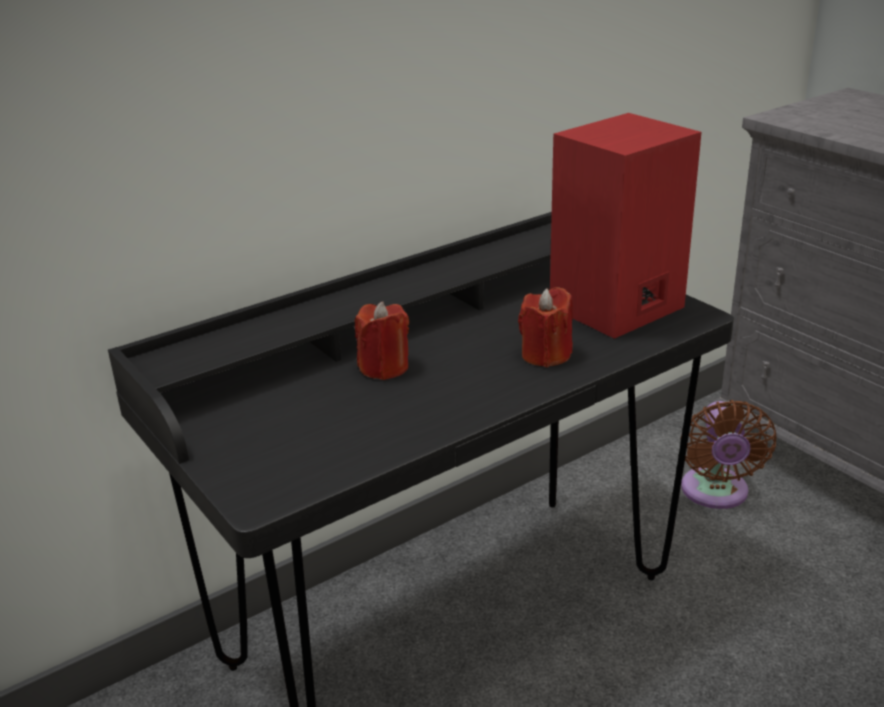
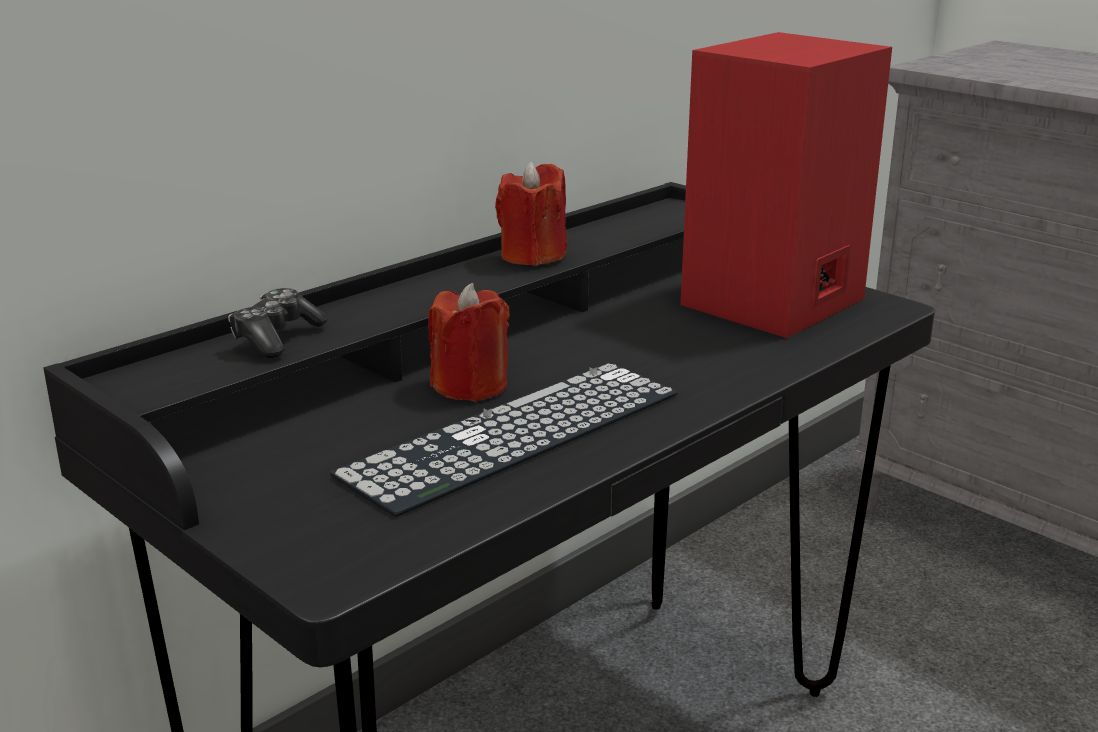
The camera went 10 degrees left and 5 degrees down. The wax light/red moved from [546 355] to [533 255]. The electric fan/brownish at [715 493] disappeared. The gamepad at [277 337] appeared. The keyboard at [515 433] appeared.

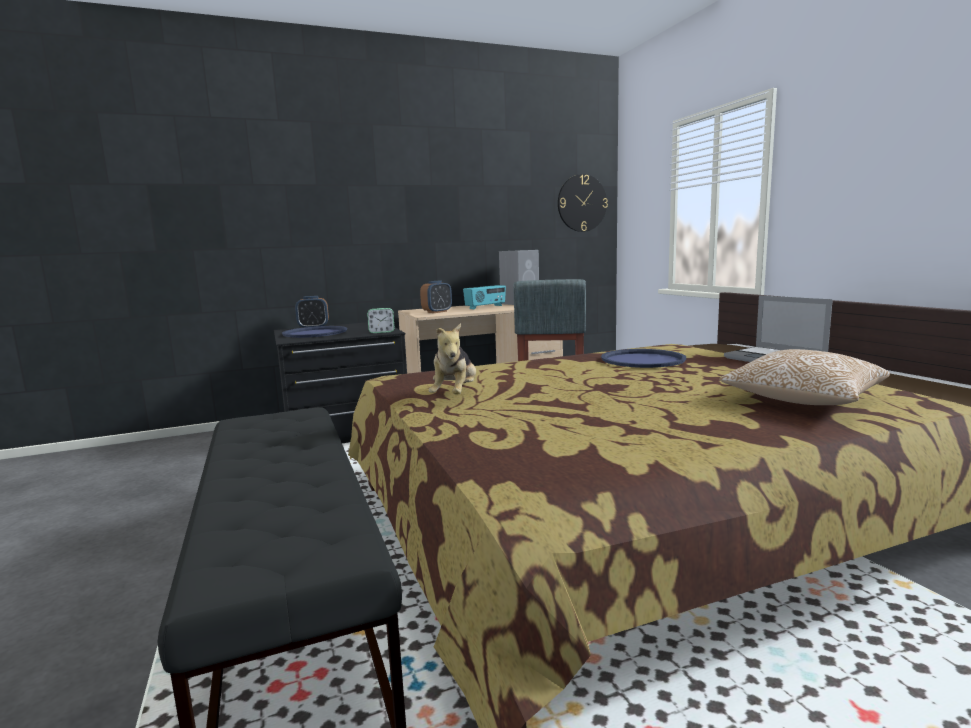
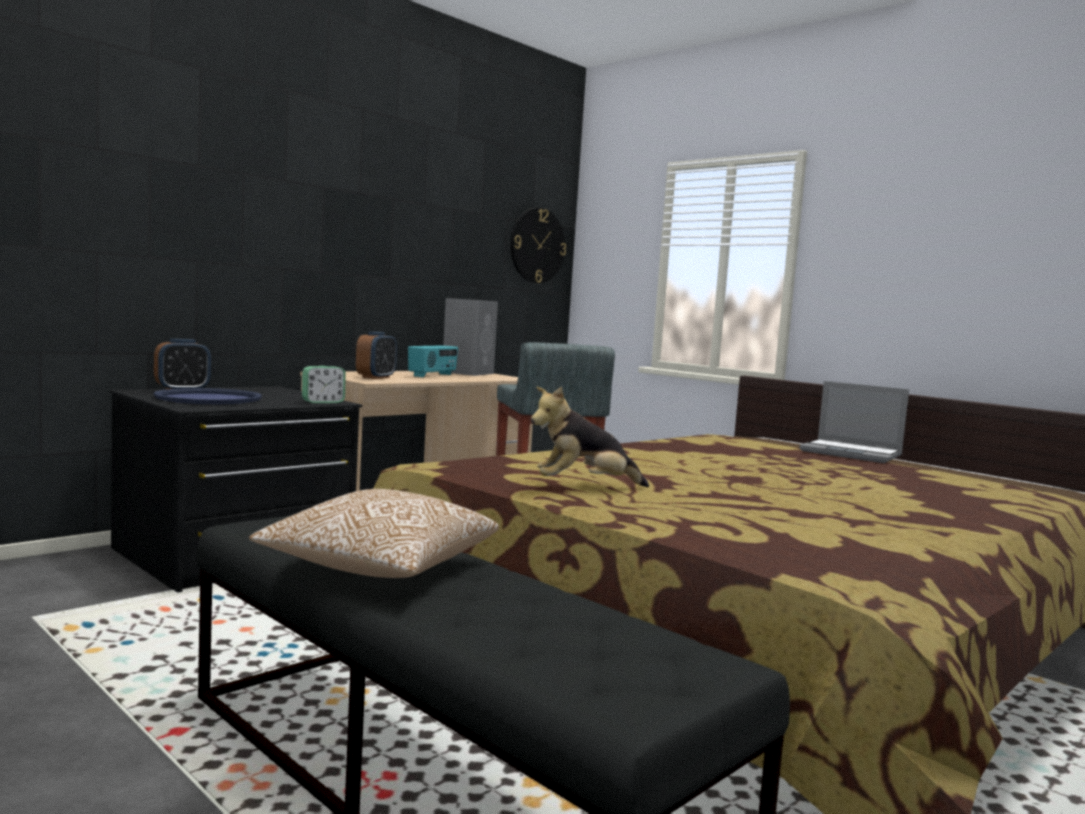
The camera went 25 degrees left and 5 degrees down. The plush toy at [455 395] turned 90 degrees clockwise. The carrying tray/blue-coloured at [642 360] disappeared. The pillow moved from [802 401] to [379 568].

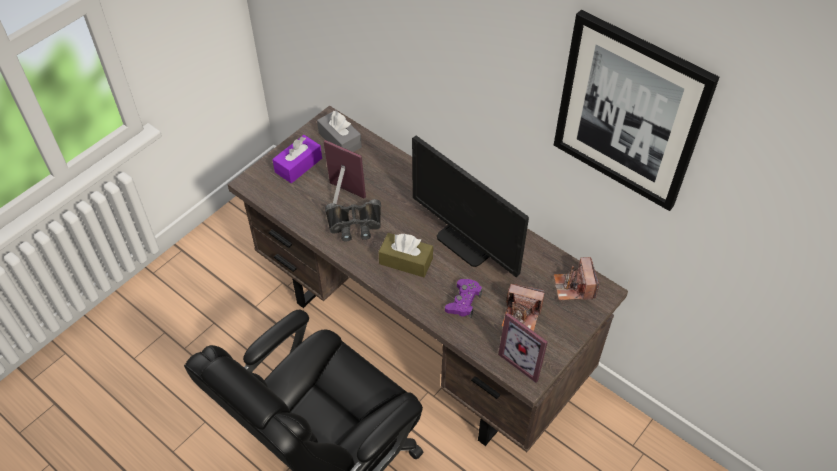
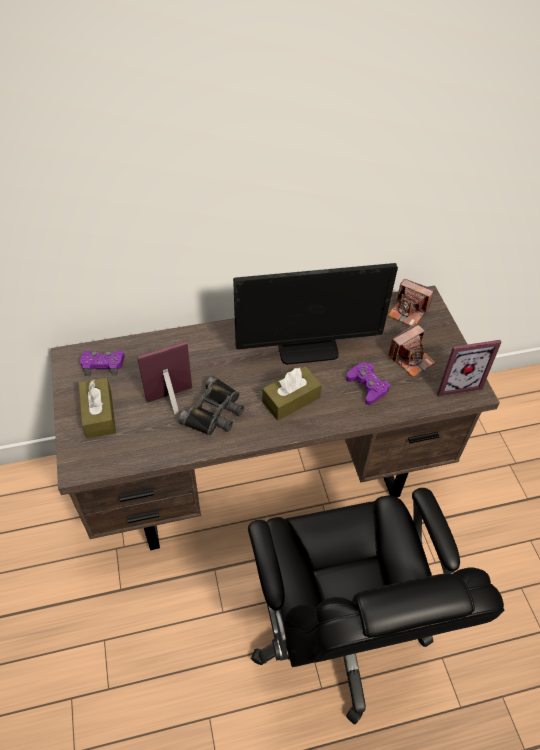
The camera went 55 degrees left and 0 degrees up. The box of tissues/purplish at [298 165] became the box of tissues/brownish at [99 414]. The box of tissues/gray at [340 140] was replaced by the gamepad/purplish at [103 365]. The wall art at [629 112] disappeared.

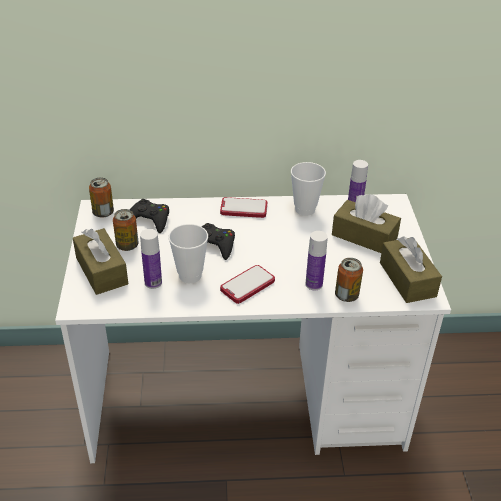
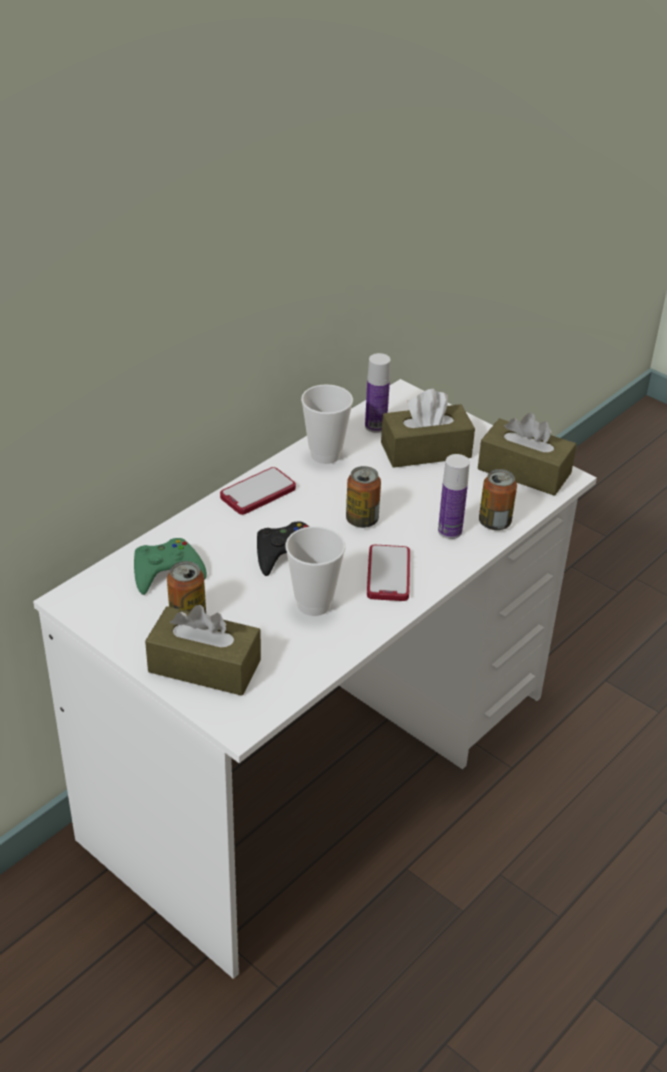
The camera went 45 degrees left and 0 degrees up. The can moved from [103 213] to [362 520]. The gamepad/black-coloured at [149 220] became the gamepad/greenish at [166 571]. The beverage bottle at [153 283] disappeared.

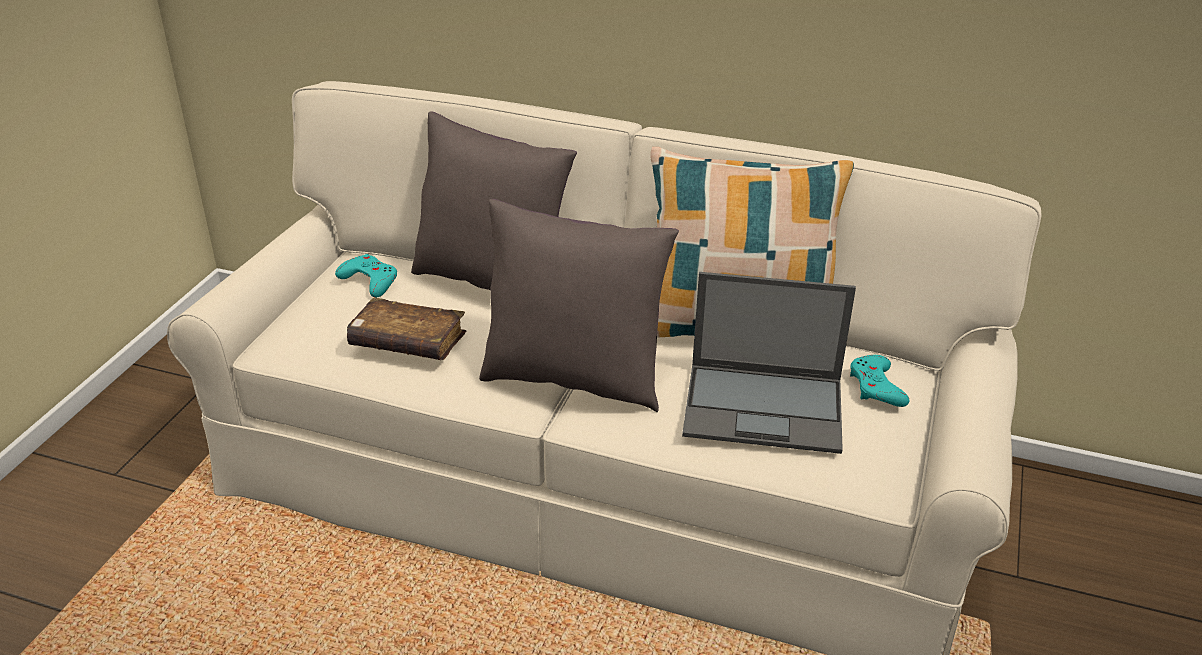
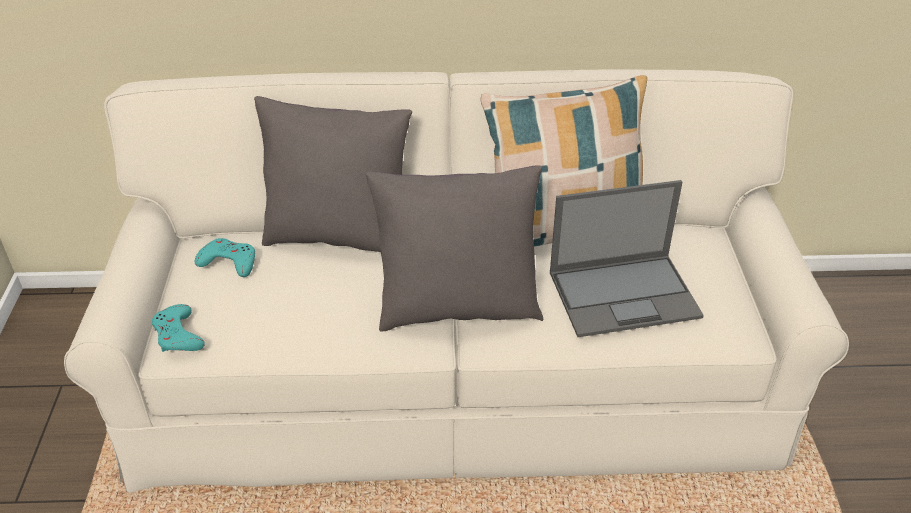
The camera went 20 degrees left and 5 degrees up. The bound book/brownish at [407 342] disappeared. The gamepad/turquoise moved from [876 387] to [178 335].

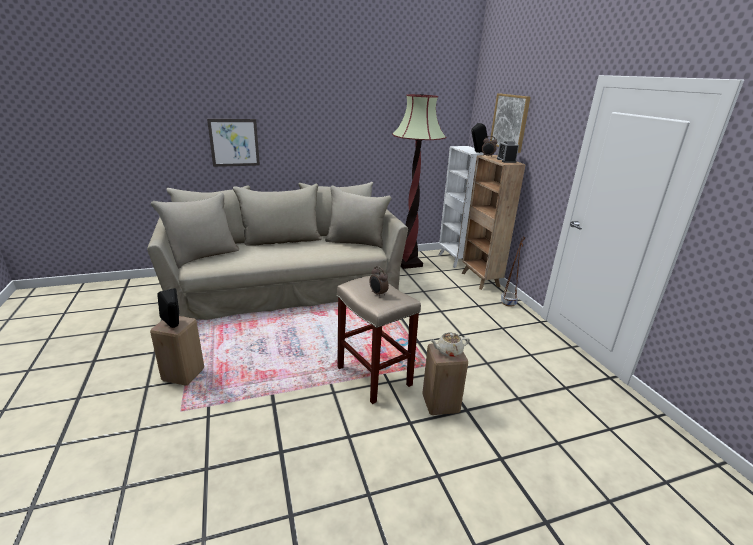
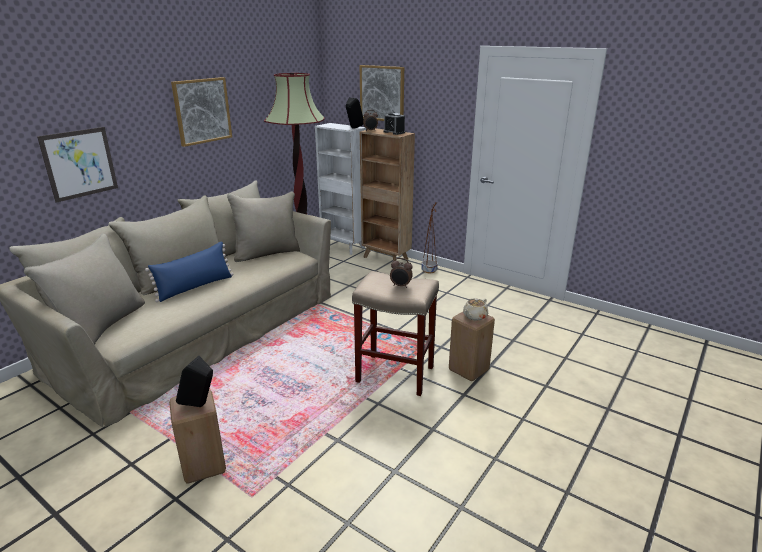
The camera went 35 degrees left and 0 degrees up. The pillow/blue-coloured at [195 287] appeared. The wall art at [202 111] appeared.

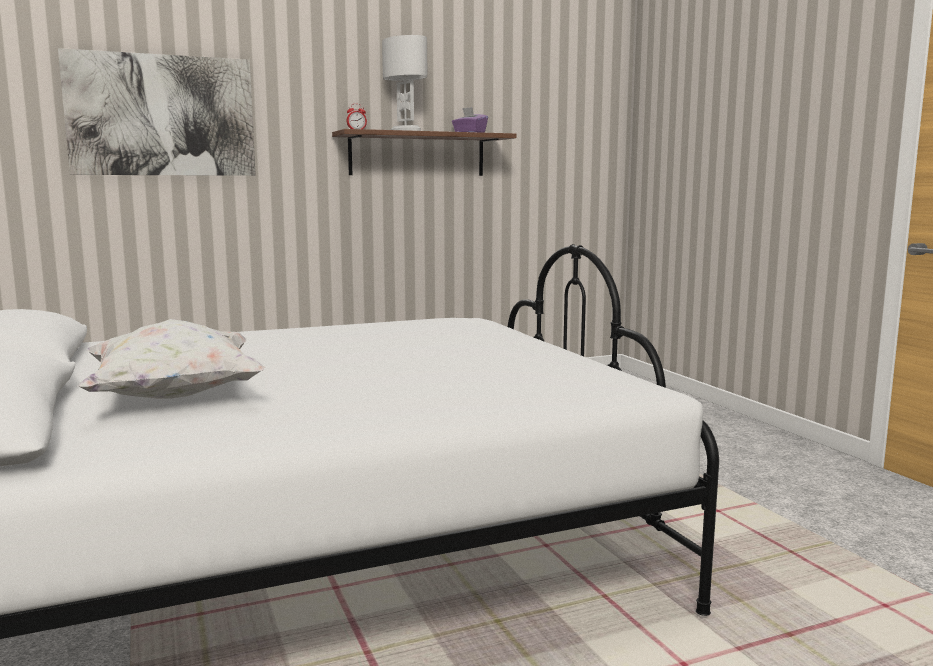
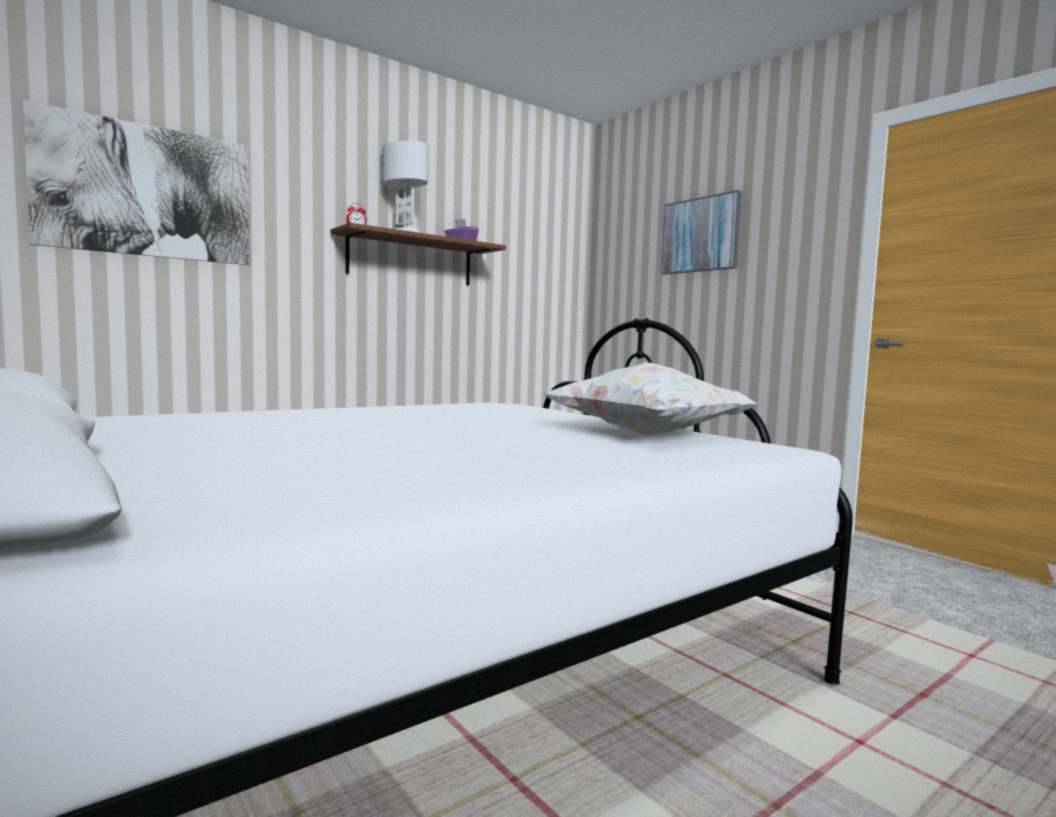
The camera went 15 degrees left and 5 degrees down. The pillow/white-coloured moved from [175 397] to [648 435]. The wall art at [701 235] appeared.

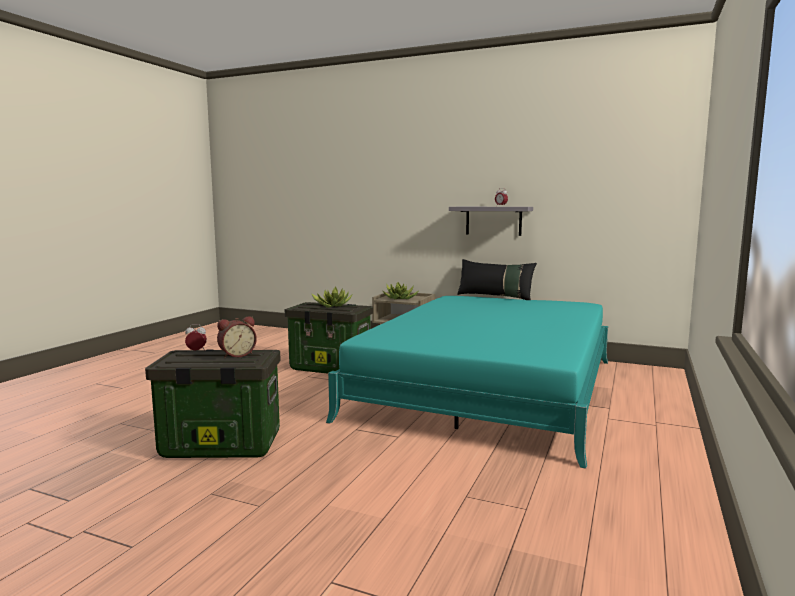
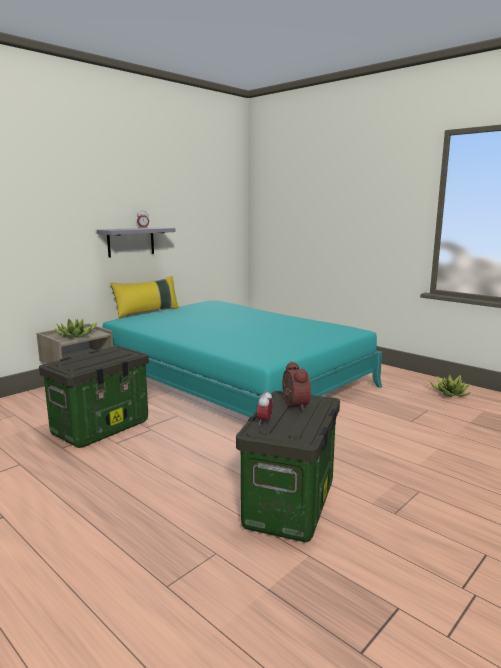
The camera went 70 degrees left and 5 degrees up. The plant in a pot moved from [332 305] to [450 393]. The pillow/black-coloured at [495 297] became the pillow/yellow at [147 312].

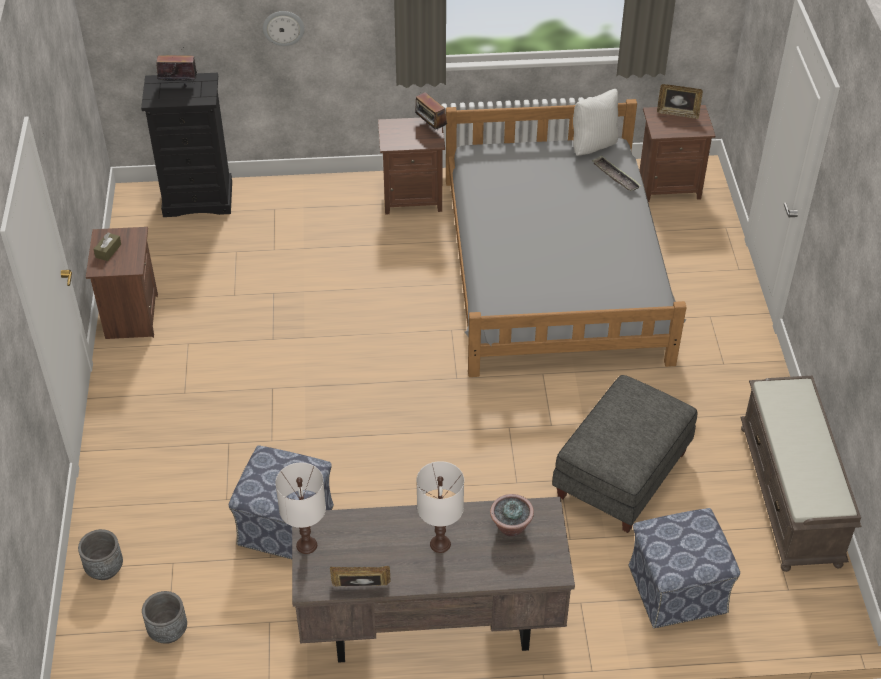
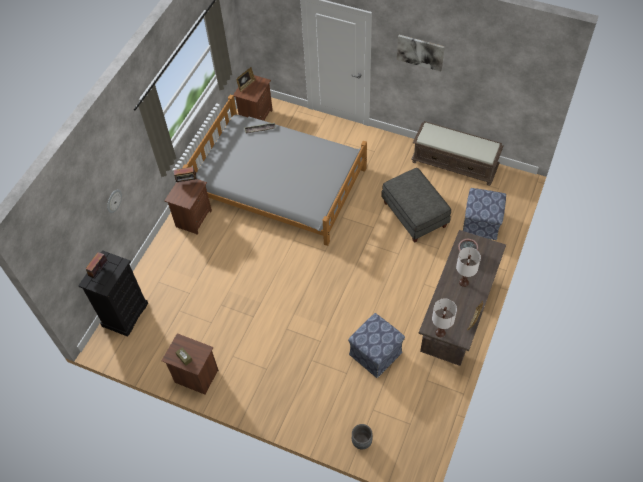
The camera went 60 degrees left and 10 degrees up. The planter/gray at [168 631] disappeared. The pillow/white-coloured at [593 146] disappeared. The wall art at [420 52] appeared.

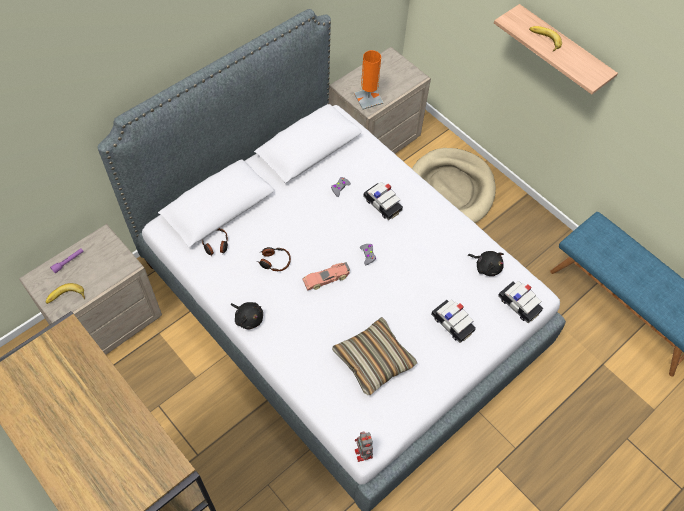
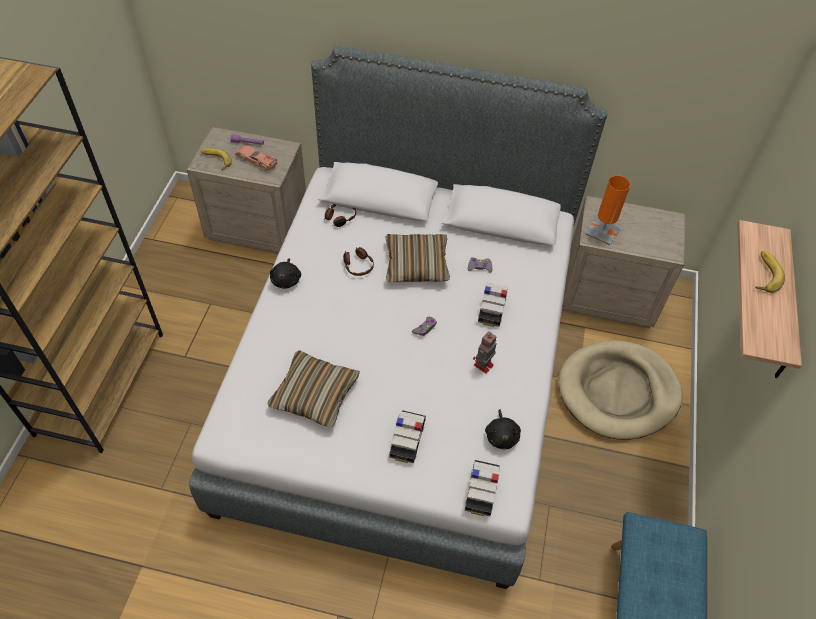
The camera went 55 degrees right and 5 degrees down. The model car moved from [326 278] to [257 161]. The toy robot moved from [363 454] to [483 366]. The pillow at [416 264] appeared.

